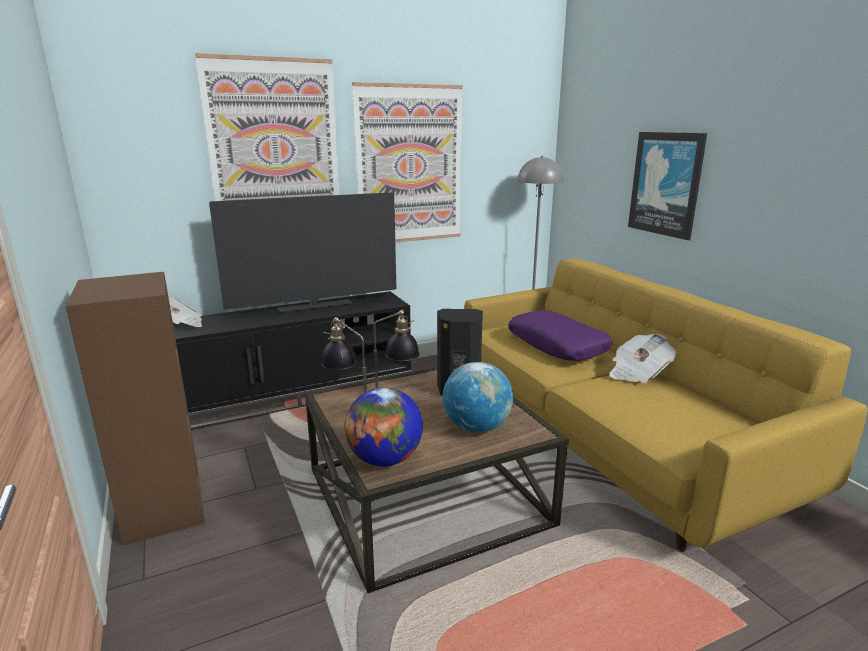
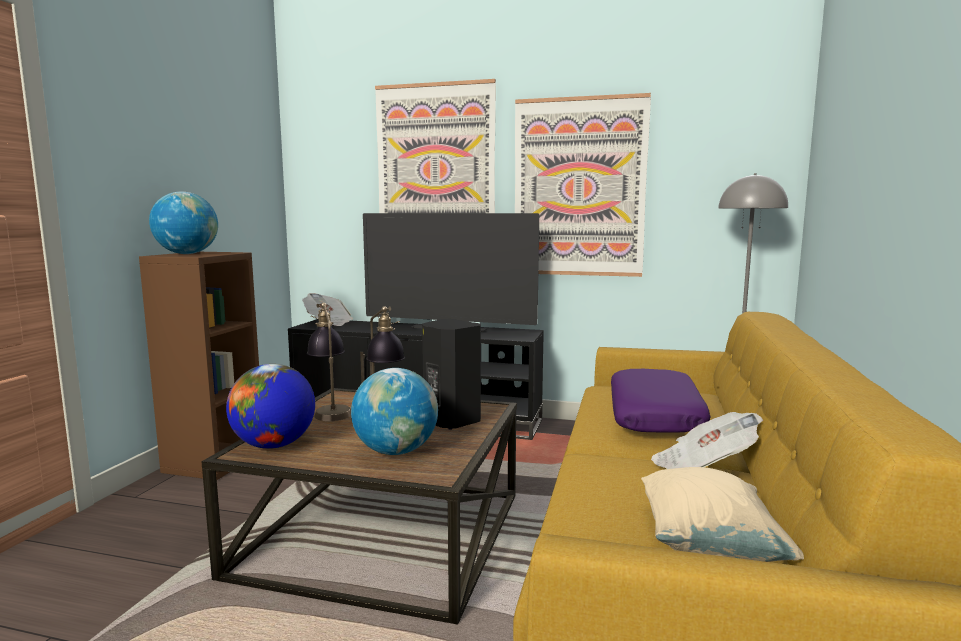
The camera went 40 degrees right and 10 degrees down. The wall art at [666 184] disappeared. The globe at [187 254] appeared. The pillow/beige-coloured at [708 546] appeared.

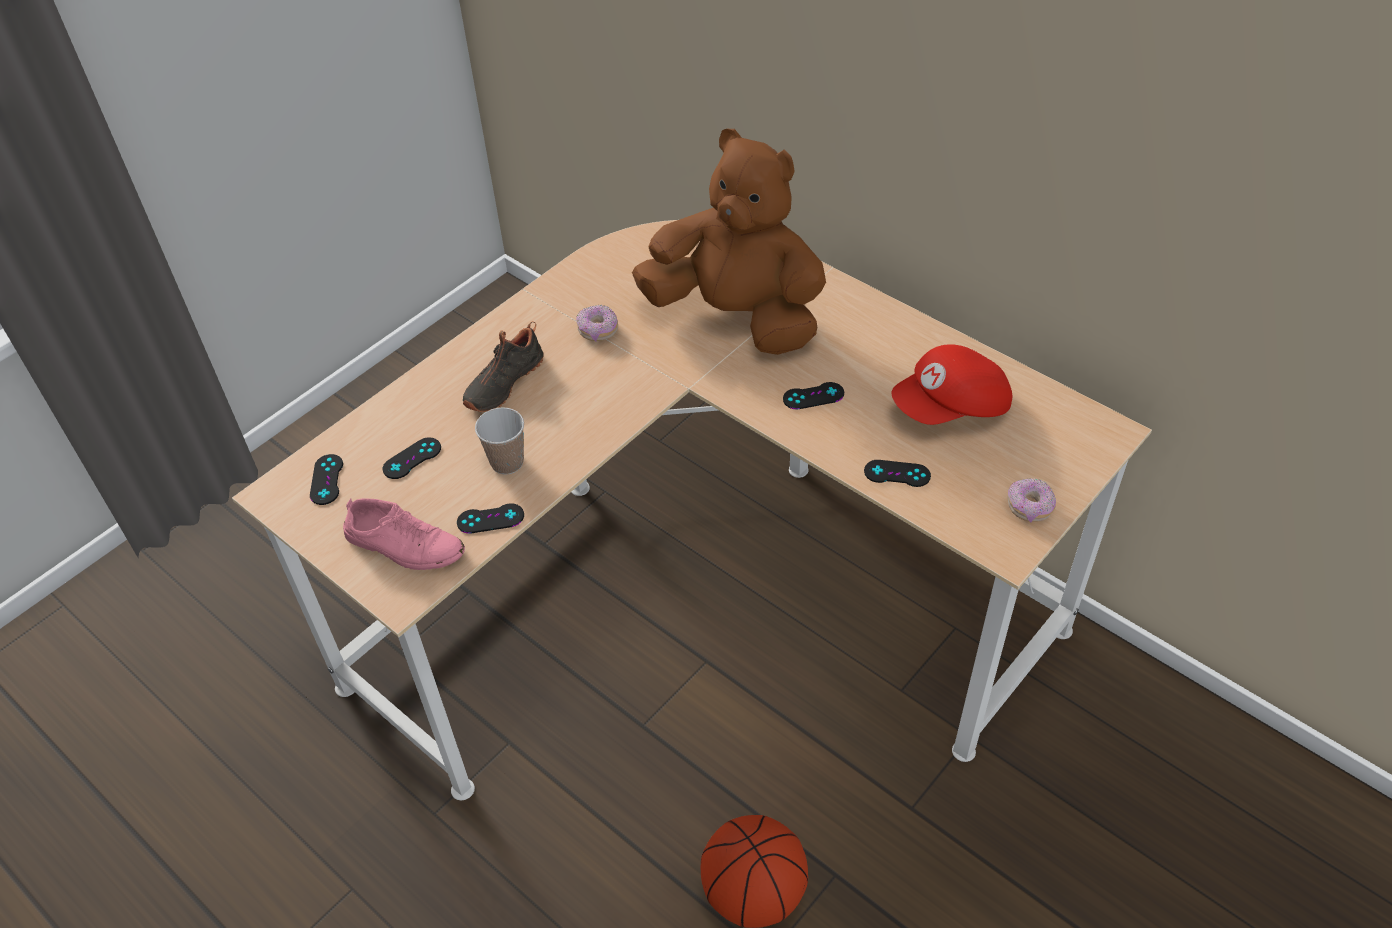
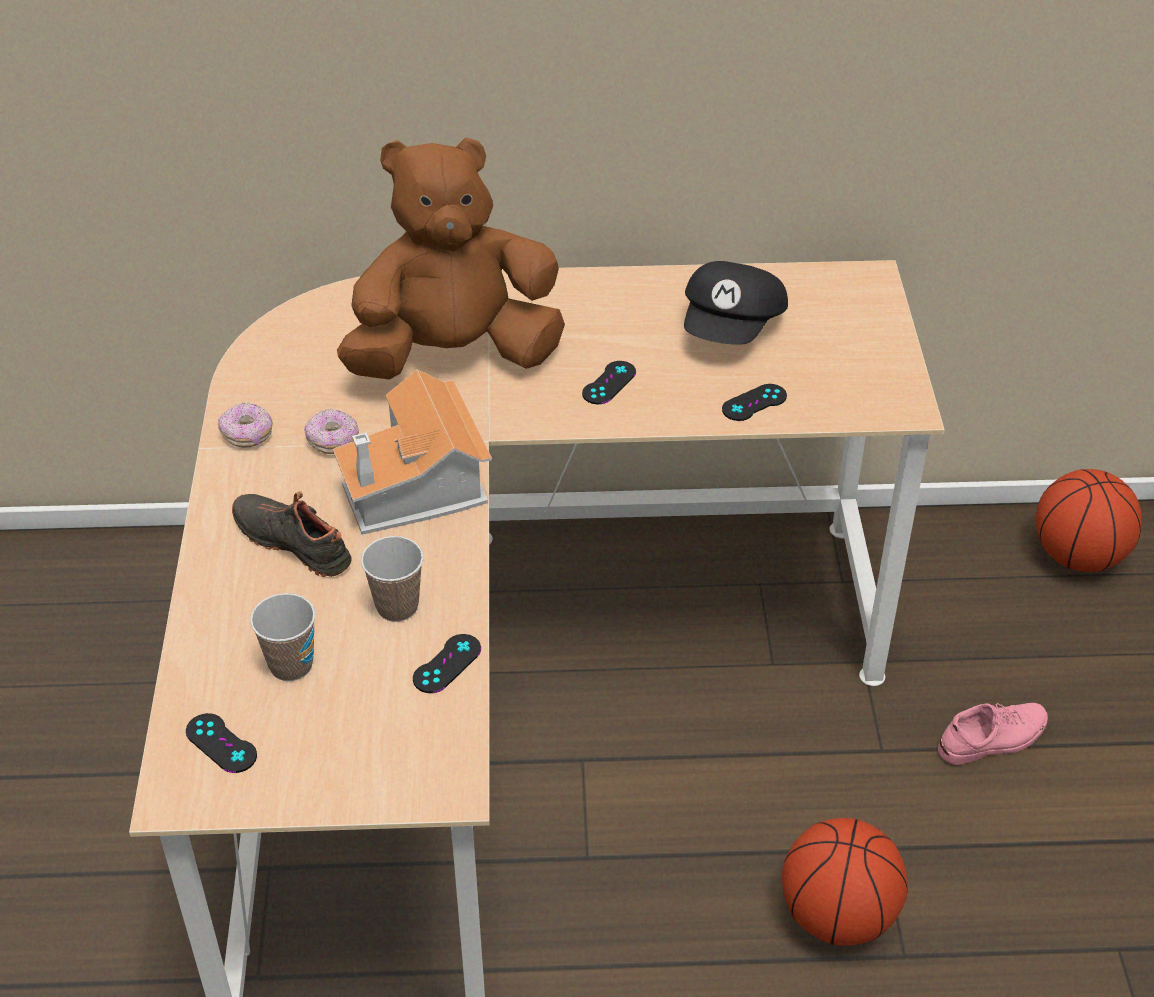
The camera went 45 degrees left and 5 degrees down. The item of footwear/pinkish moved from [404 545] to [992 739]. The gamepad/black-coloured at [412 458] was replaced by the small cup at [291 665]. The item of footwear/black-coloured at [502 382] turned 135 degrees clockwise. The baseball cap/red at [952 408] became the baseball cap/black-coloured at [733 327]. The ring doughnut moved from [1029 507] to [247 435]. The toy house at [417 487] appeared. The basketball at [1078 556] appeared.

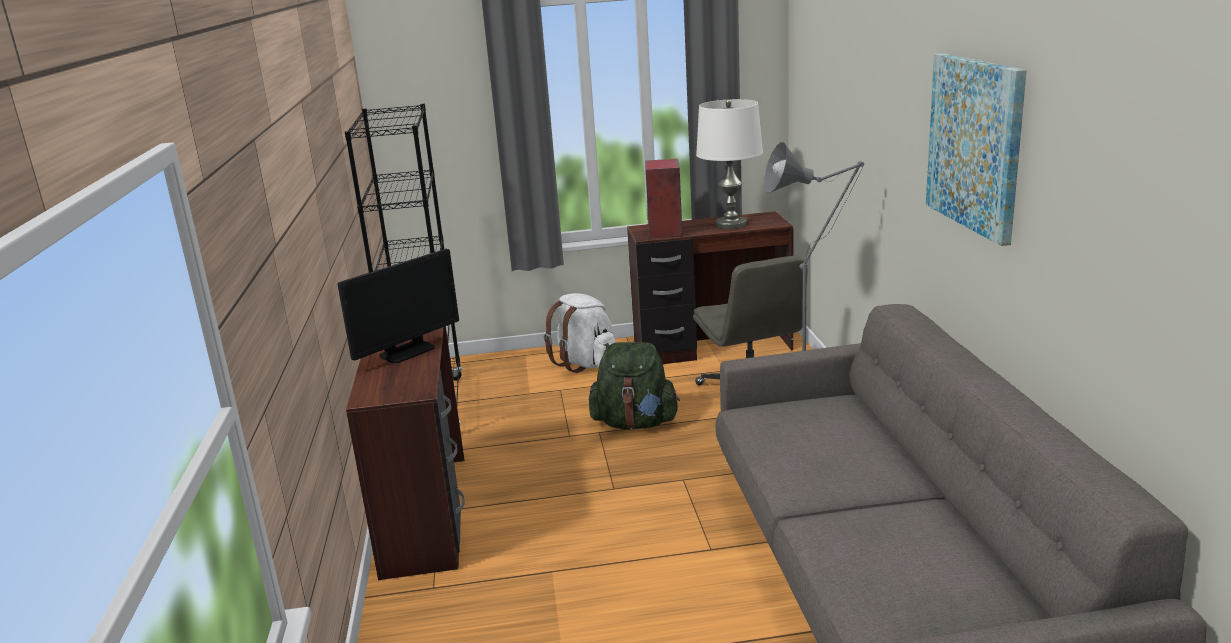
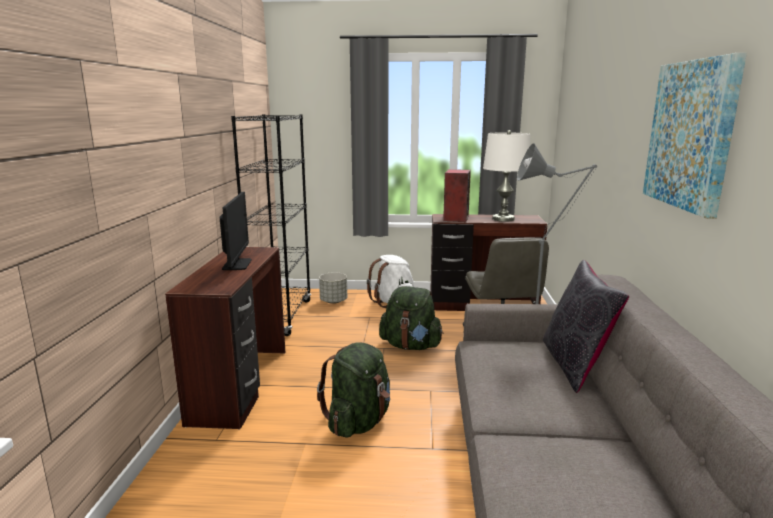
The camera went 10 degrees right and 5 degrees down. The computer screen at [407 352] turned 60 degrees counterclockwise. The knapsack/greenish at [358 422] appeared. The planter/gray at [333 301] appeared. The pillow/black-coloured at [575 365] appeared.

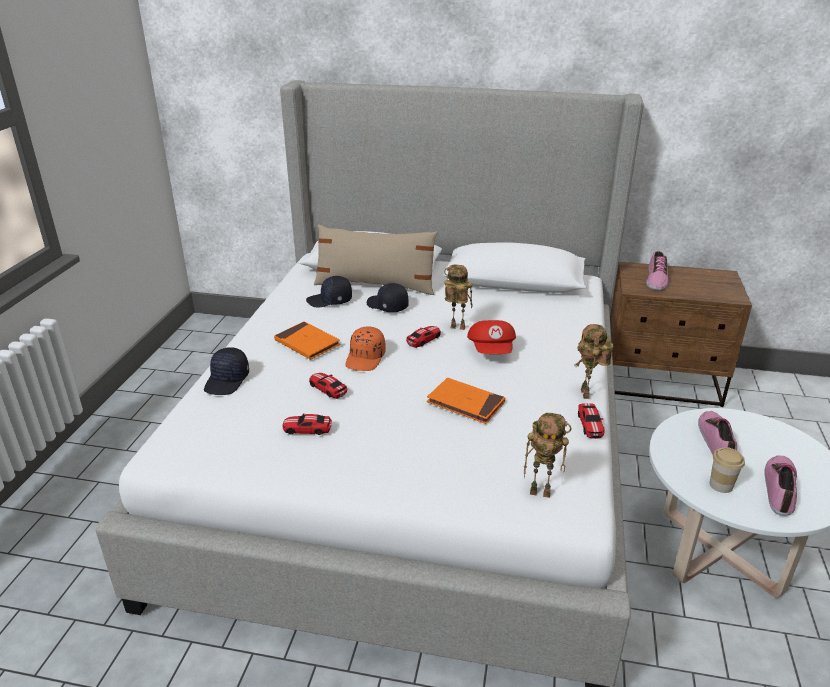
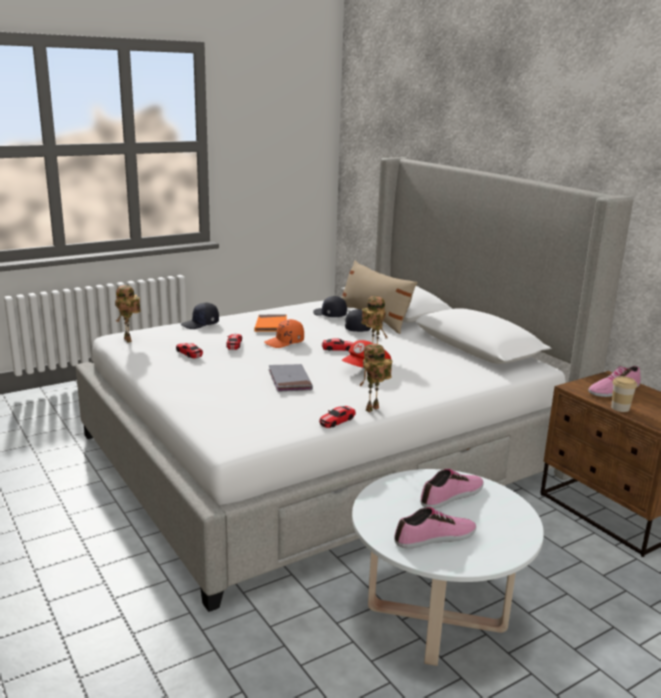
The camera went 45 degrees right and 10 degrees down. The bound book/orange at [465 403] became the bound book/gray at [289 381]. The toy robot moved from [541 492] to [129 340]. The small cup moved from [721 485] to [620 408].

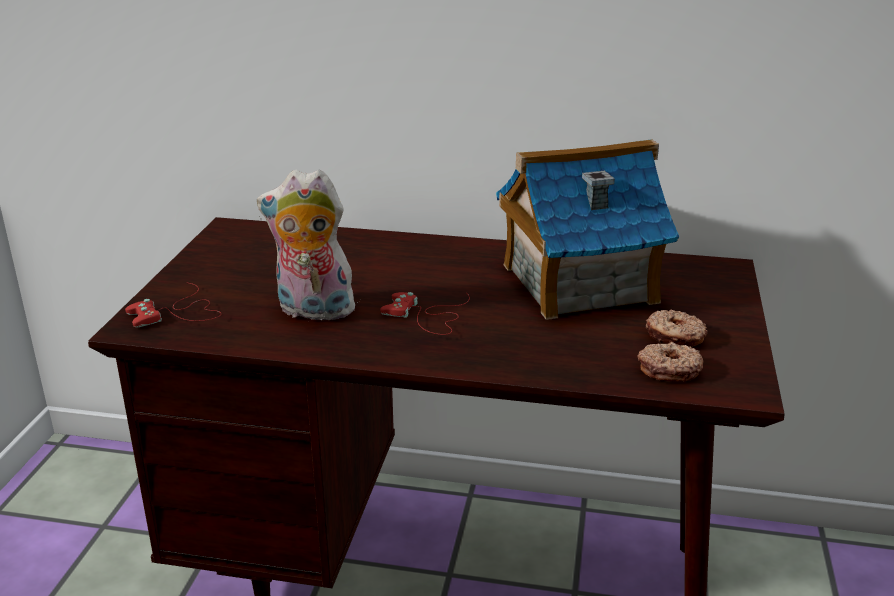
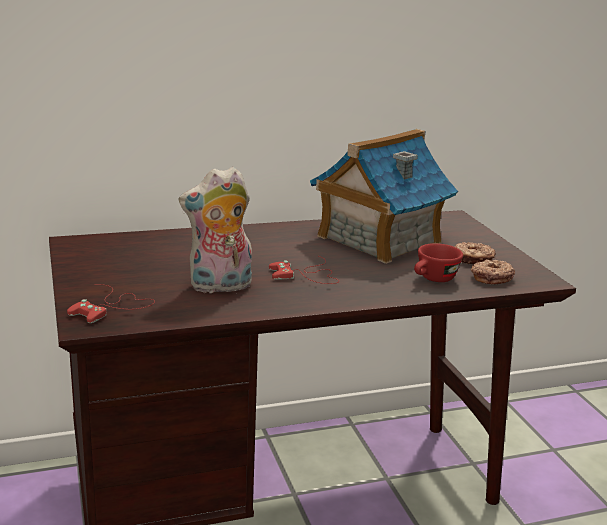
The camera went 30 degrees left and 5 degrees down. The small cup/red at [433 279] appeared.

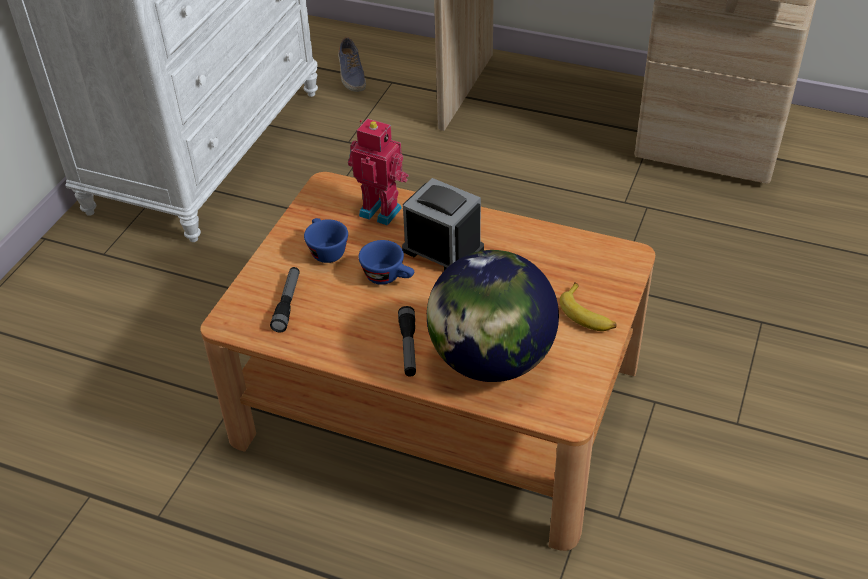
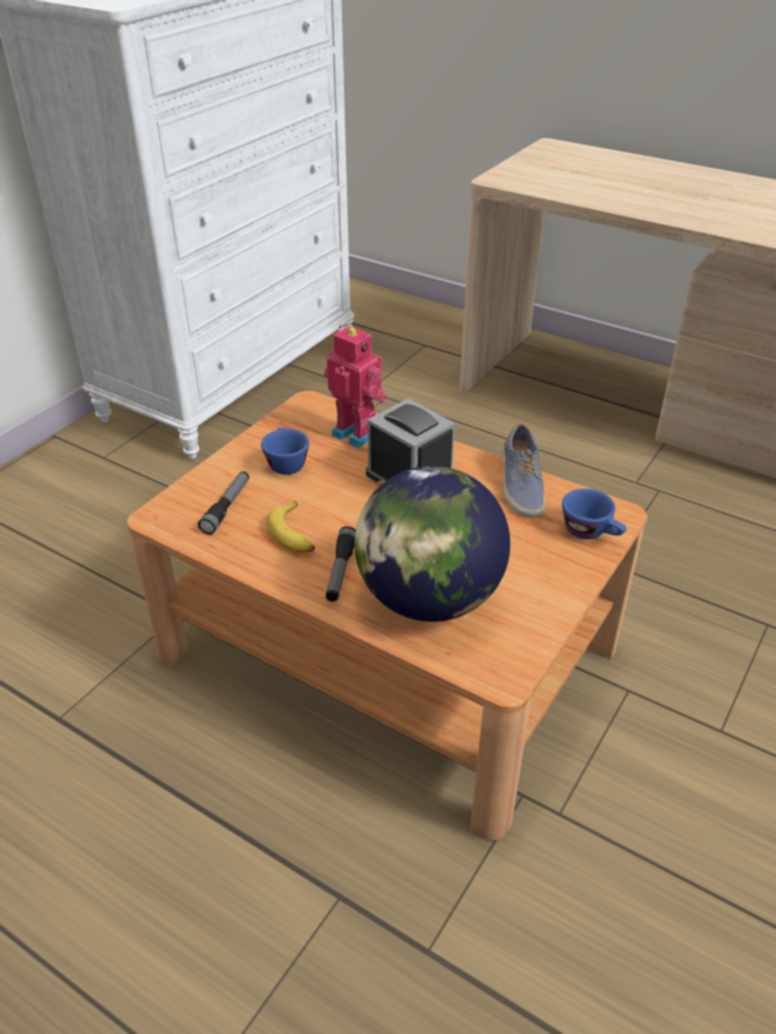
The camera went 10 degrees right and 5 degrees down. The item of footwear moved from [351 75] to [520 486]. The small cup/blue-coloured moved from [389 277] to [591 532]. The whole banana moved from [588 314] to [294 535].

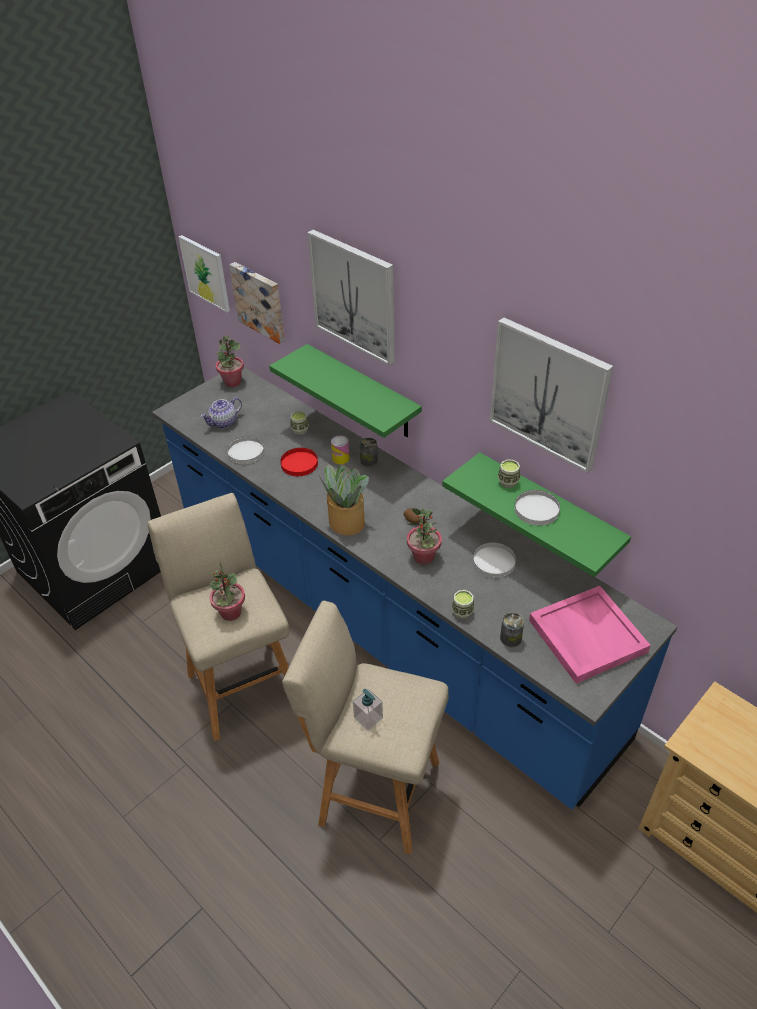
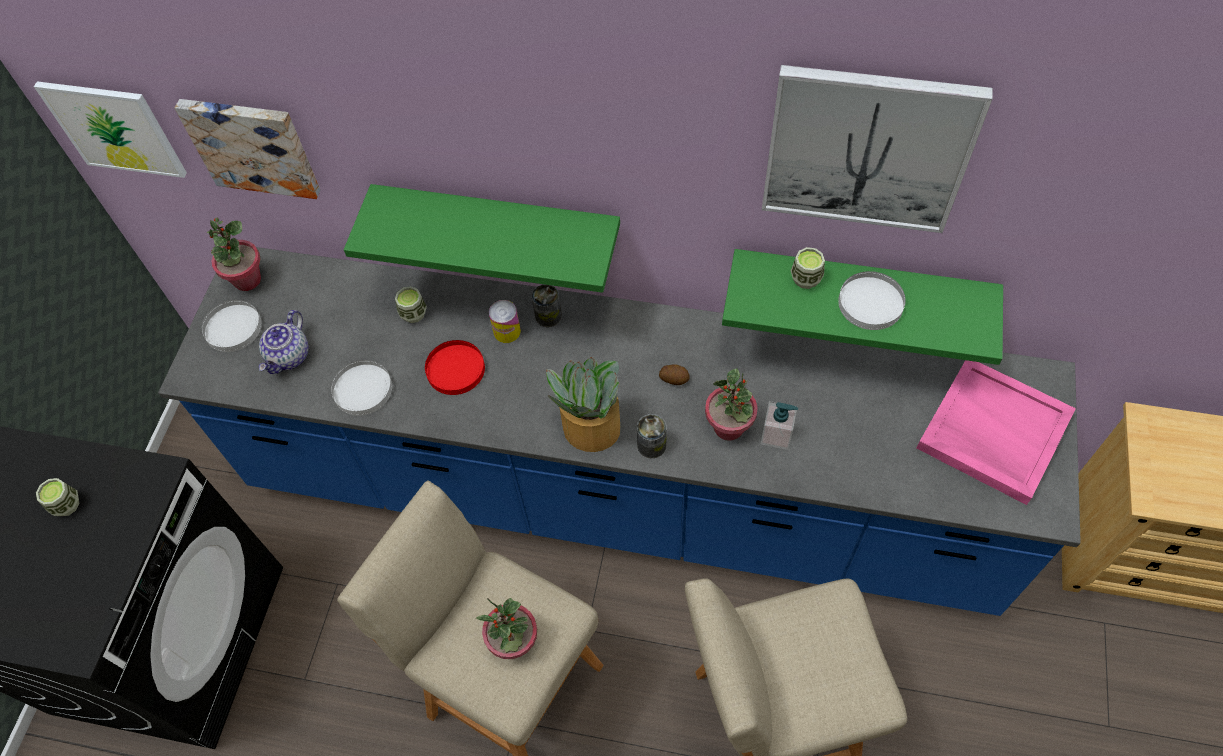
The camera went 30 degrees left and 15 degrees up. The wall art at [354 296] disappeared. The liquid soap bottle moved from [368 718] to [777 435]. The small cup moved from [462 612] to [67 504]. The dinner plate/white-coloured moved from [494 562] to [233 327]. The can moved from [510 638] to [651 445].

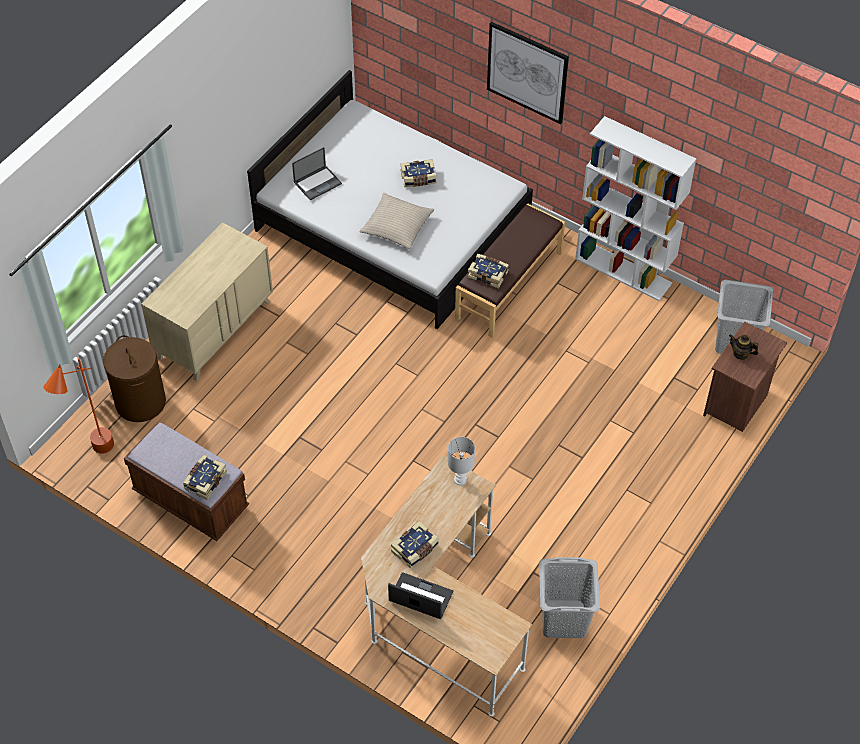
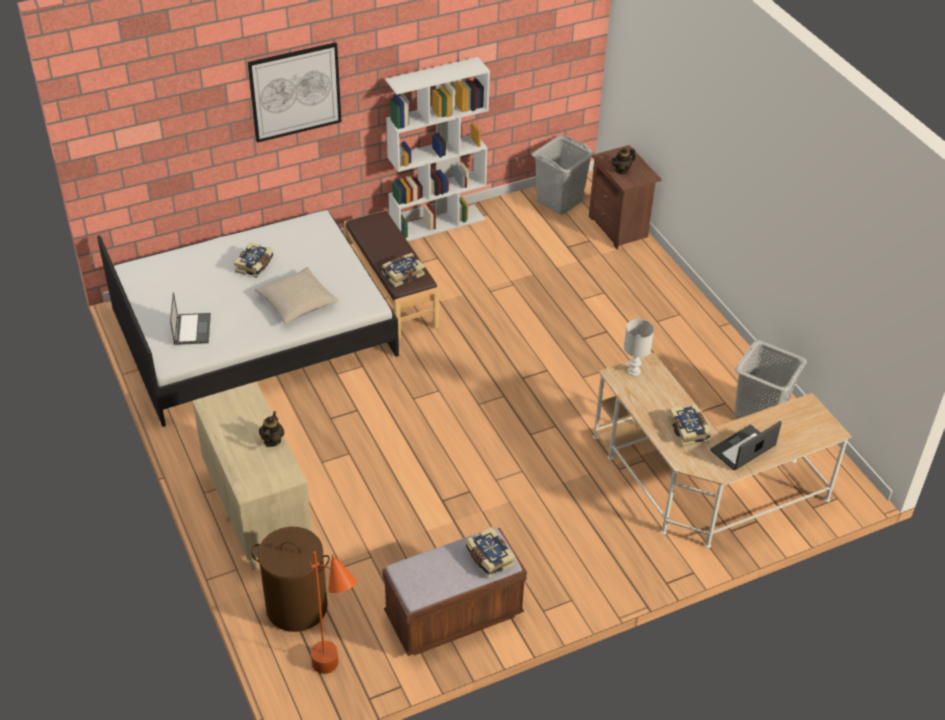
The camera went 60 degrees left and 10 degrees down. The tea pot at [272 441] appeared.

